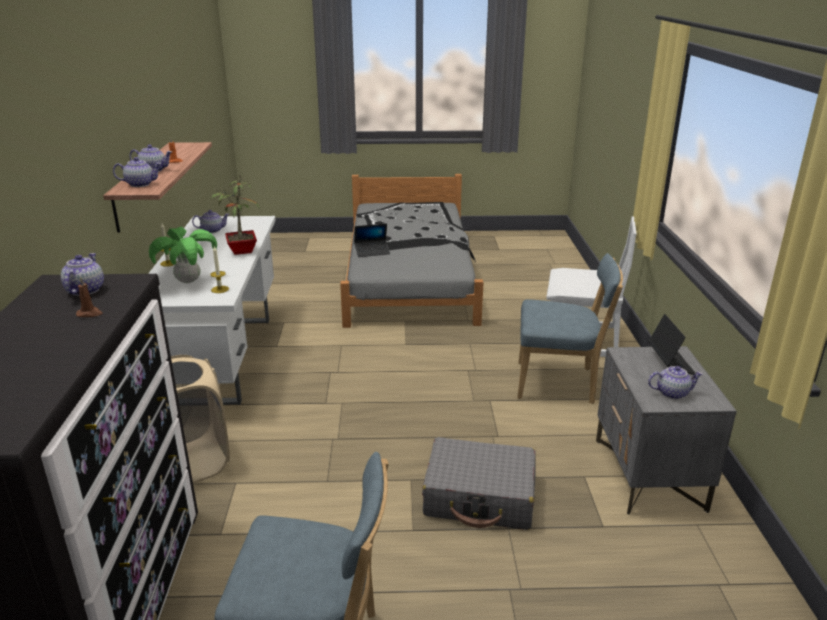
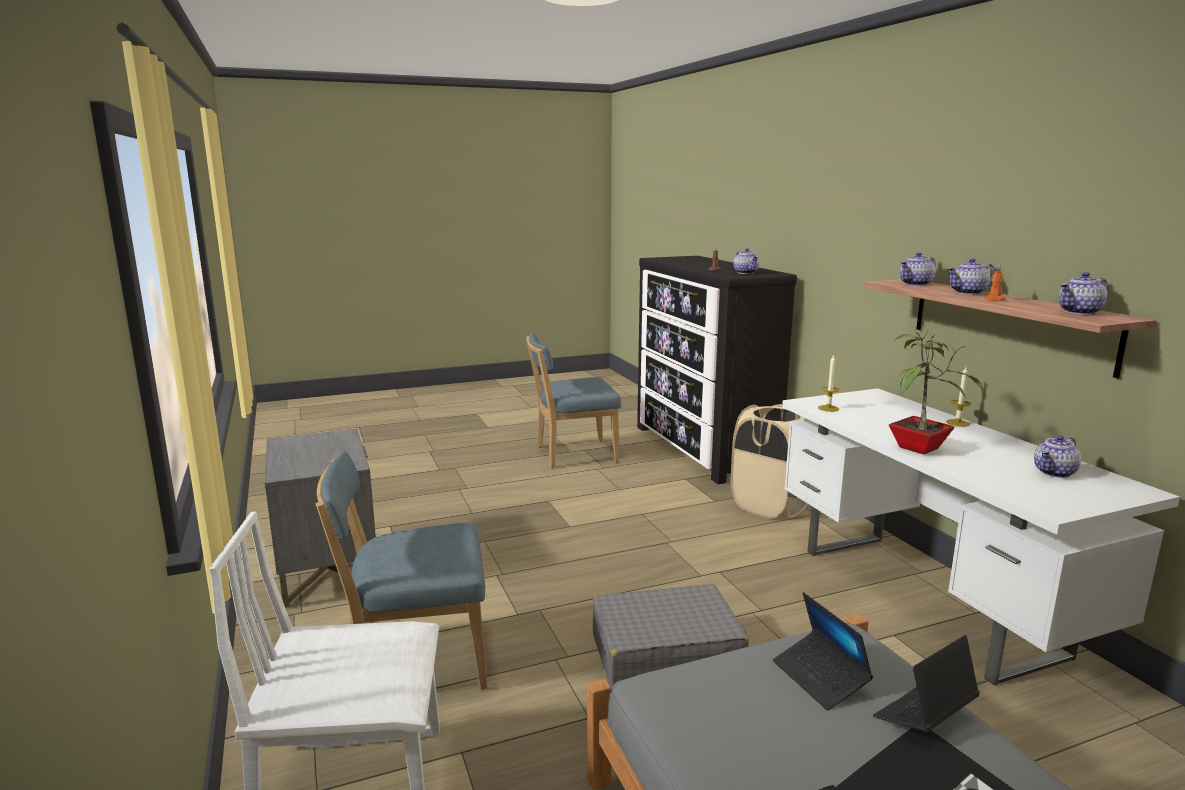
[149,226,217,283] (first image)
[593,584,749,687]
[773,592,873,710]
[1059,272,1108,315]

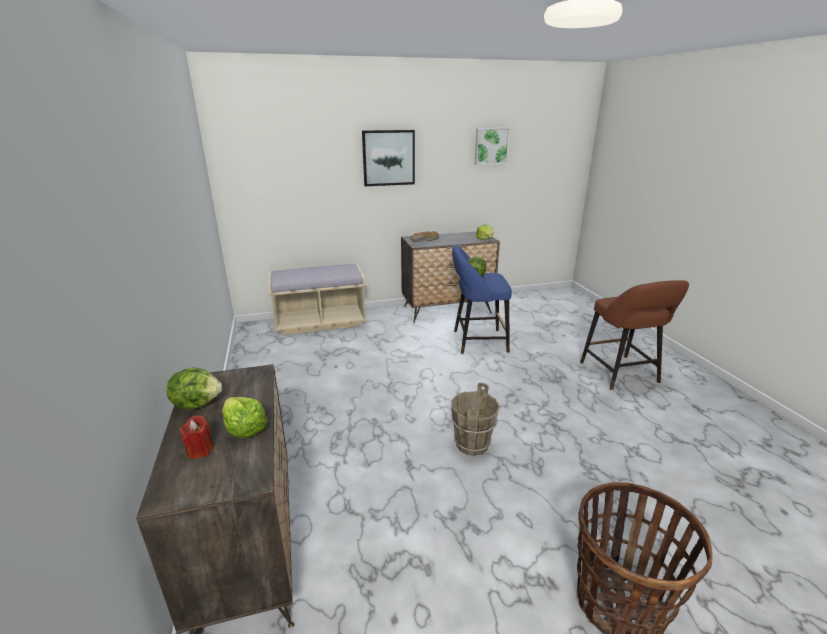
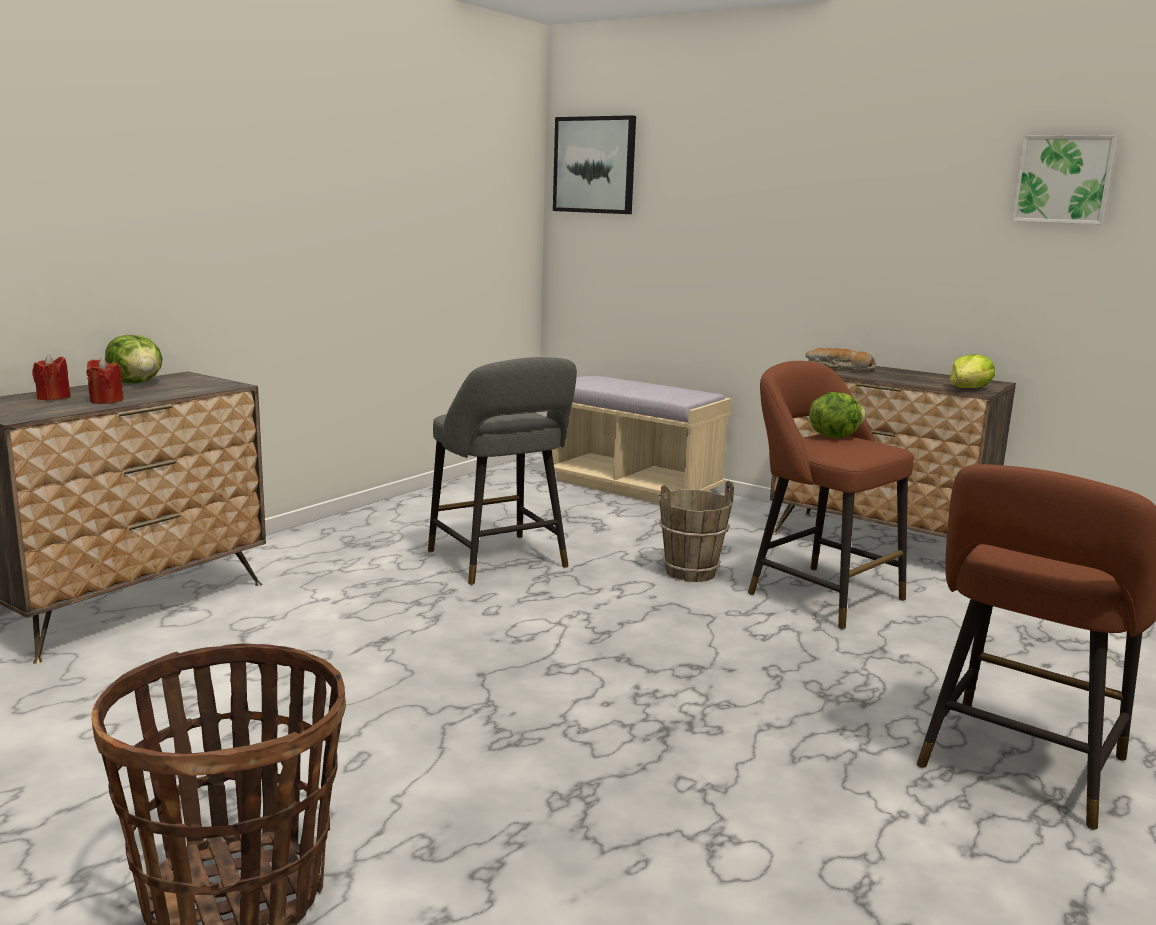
[428,357,577,585]
[553,115,636,214]
[659,481,734,582]
[86,358,124,404]
[748,361,914,630]

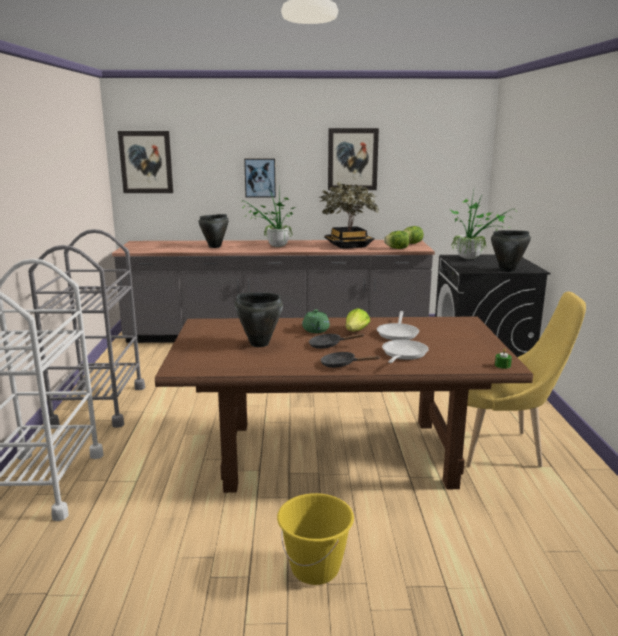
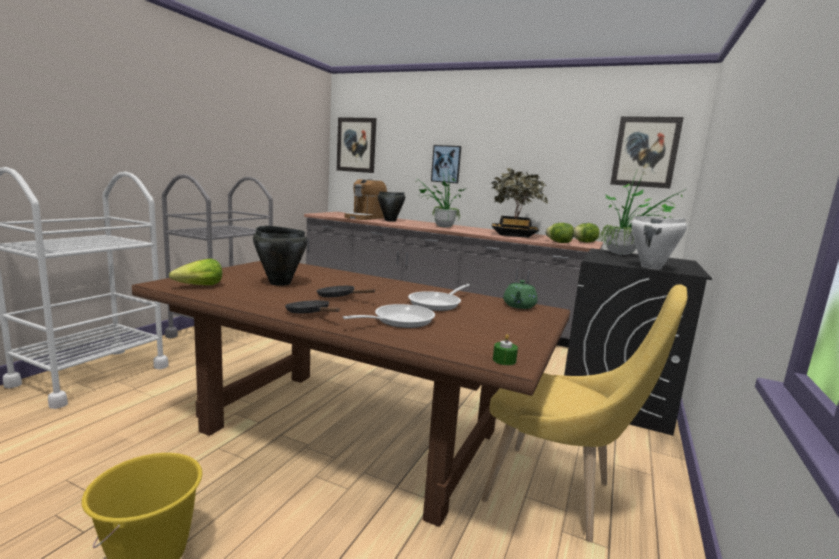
[345,179,387,220]
[503,280,538,309]
[610,116,684,188]
[169,259,222,285]
[631,215,687,269]

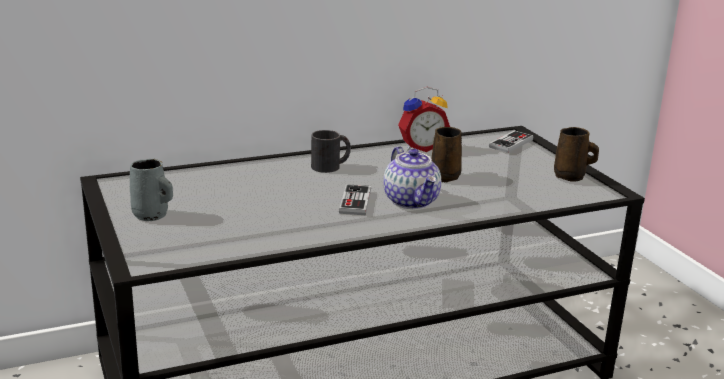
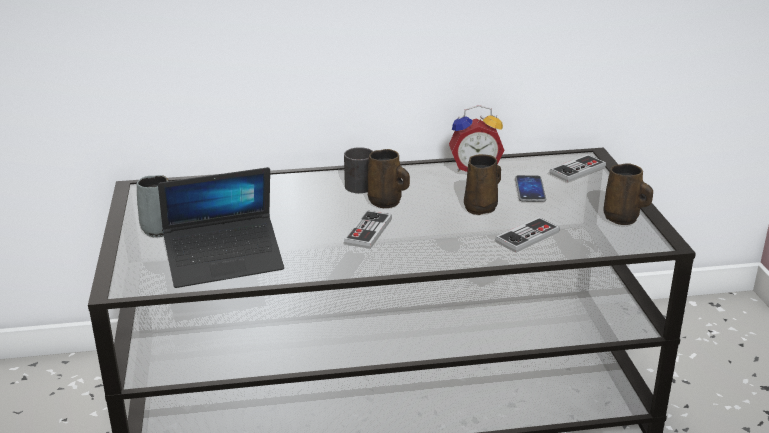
[383,146,441,209] (first image)
[158,167,284,288]
[368,149,410,208]
[495,217,560,253]
[515,175,546,202]

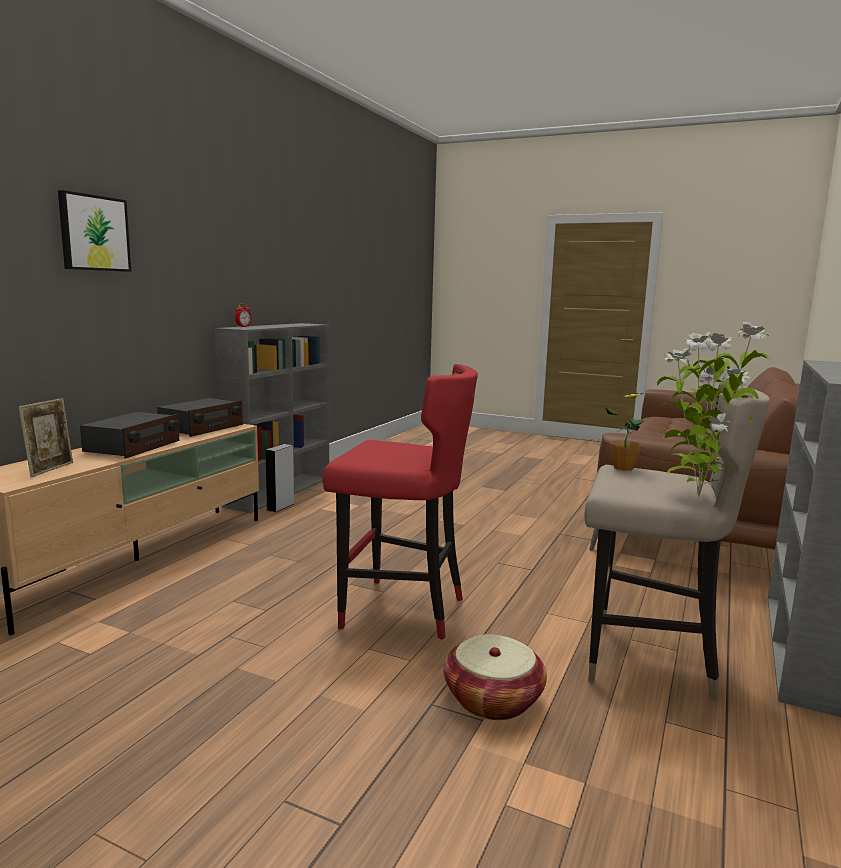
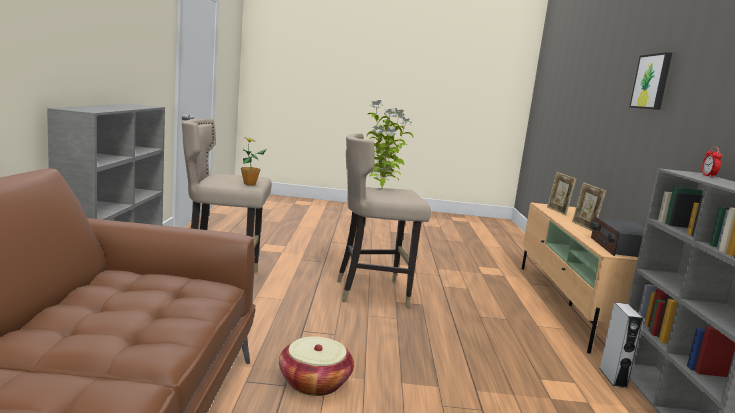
[279,337,354,396]
[367,100,414,189]
[572,182,606,231]
[337,133,431,307]

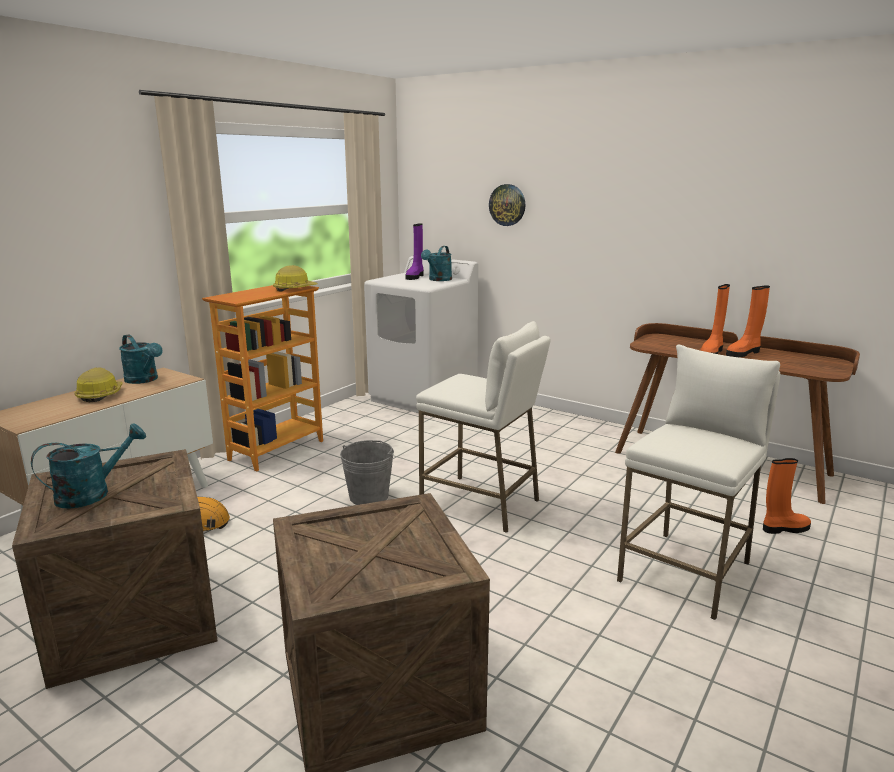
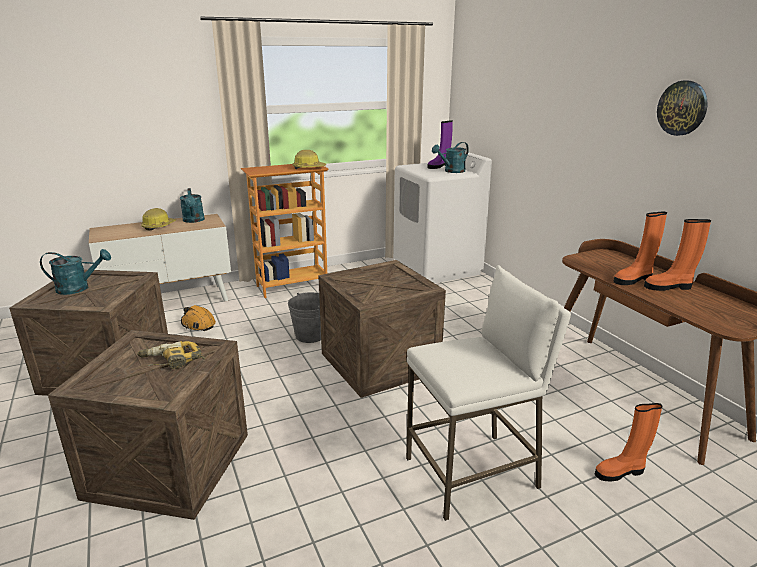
[137,341,205,369]
[657,80,708,136]
[318,260,446,398]
[595,403,662,481]

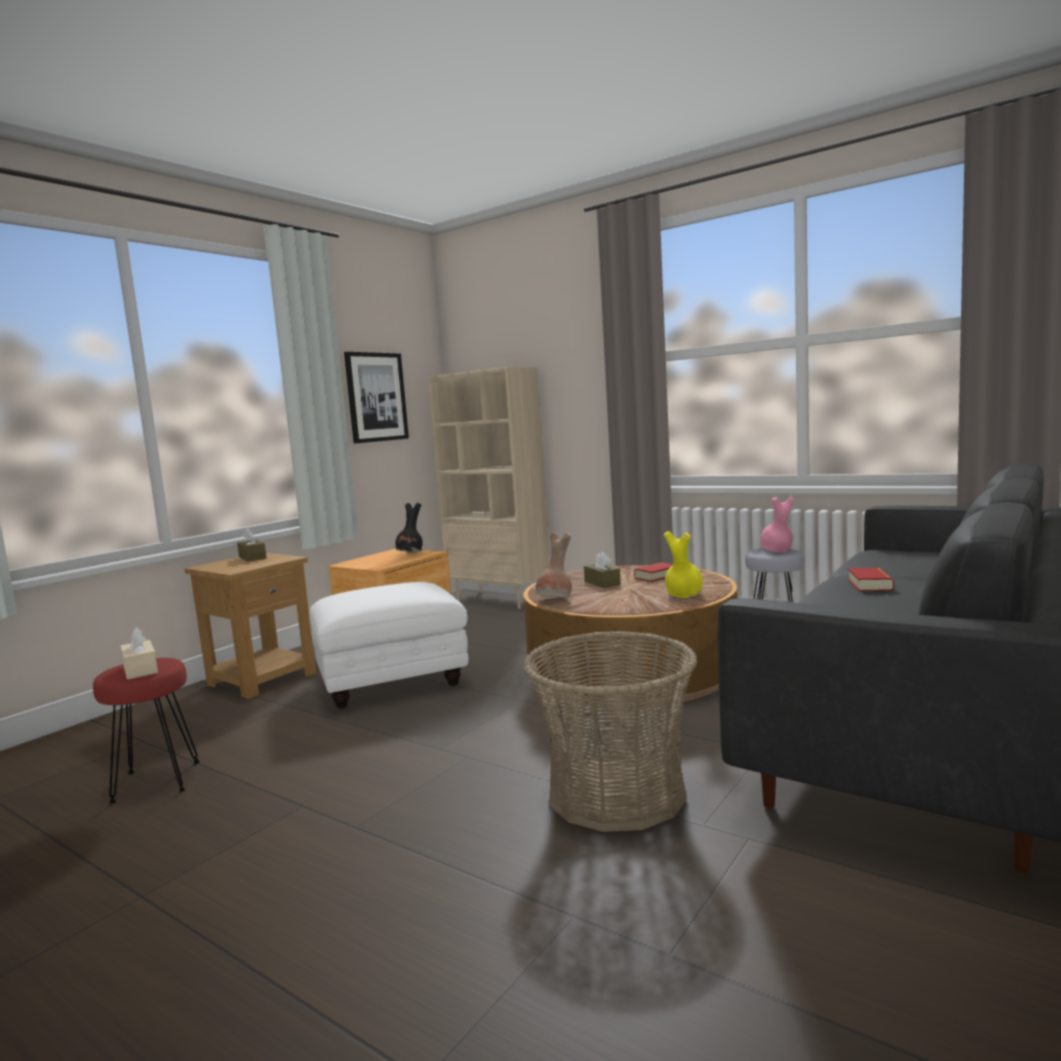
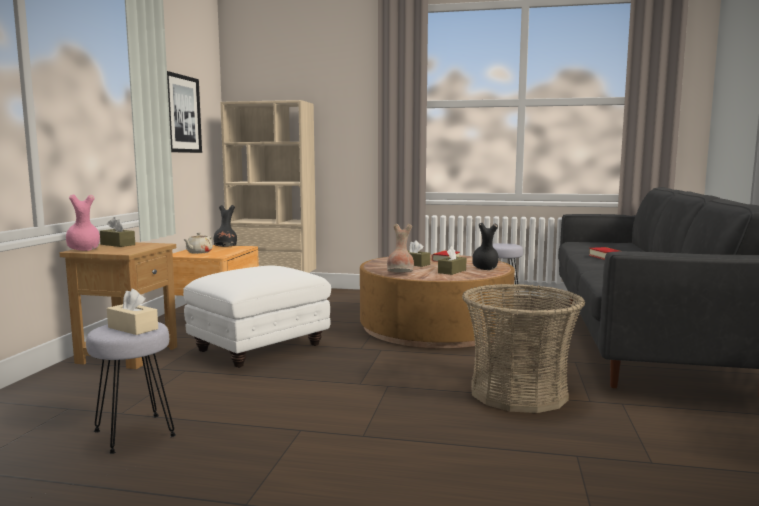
[183,232,213,254]
[438,246,466,275]
[66,194,100,251]
[86,322,176,454]
[472,223,499,270]

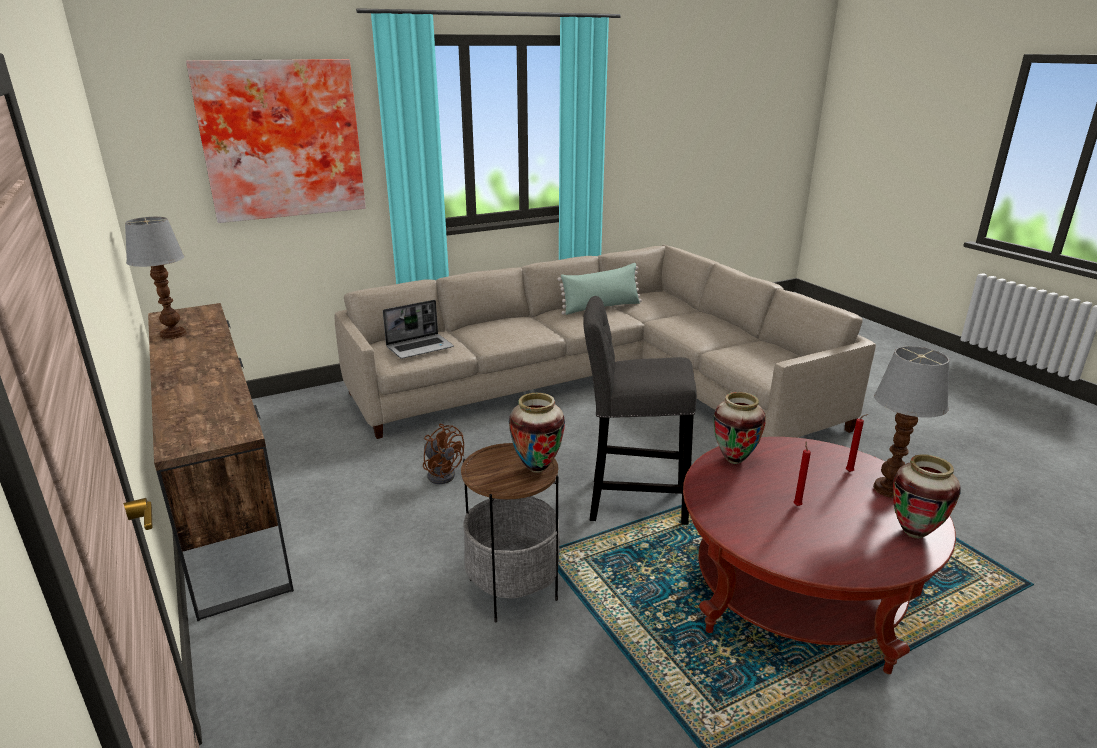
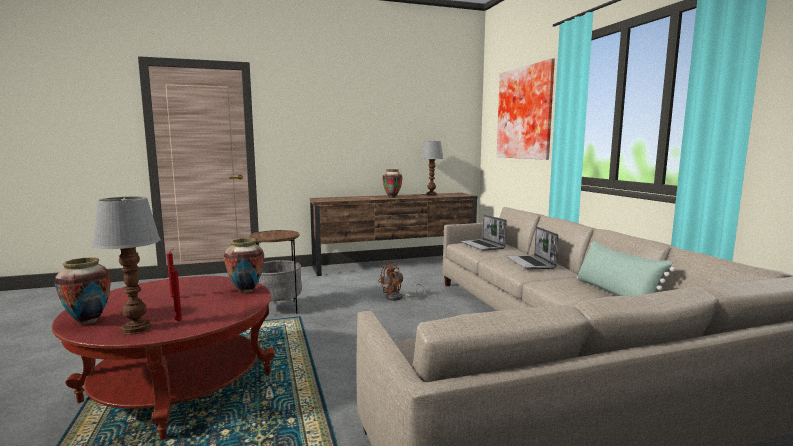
[583,296,697,525] (first image)
[506,226,559,270]
[382,169,402,198]

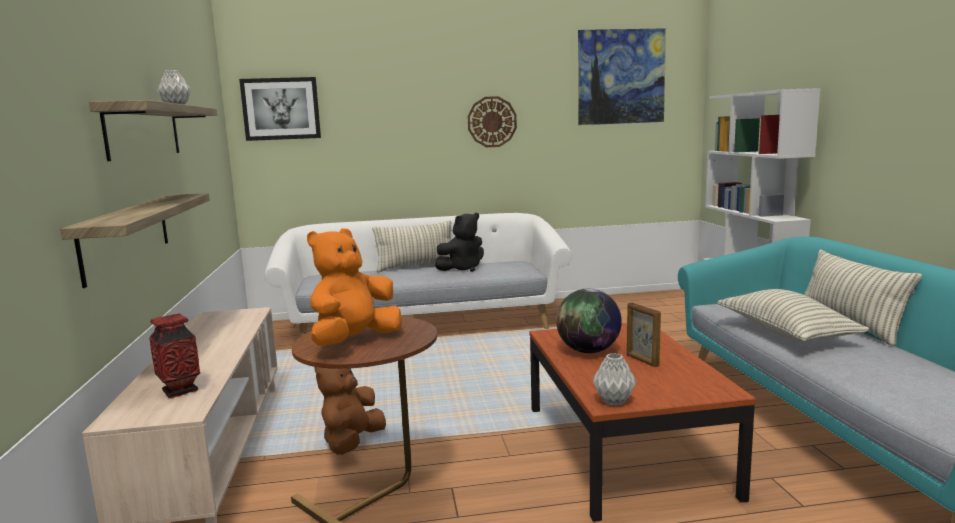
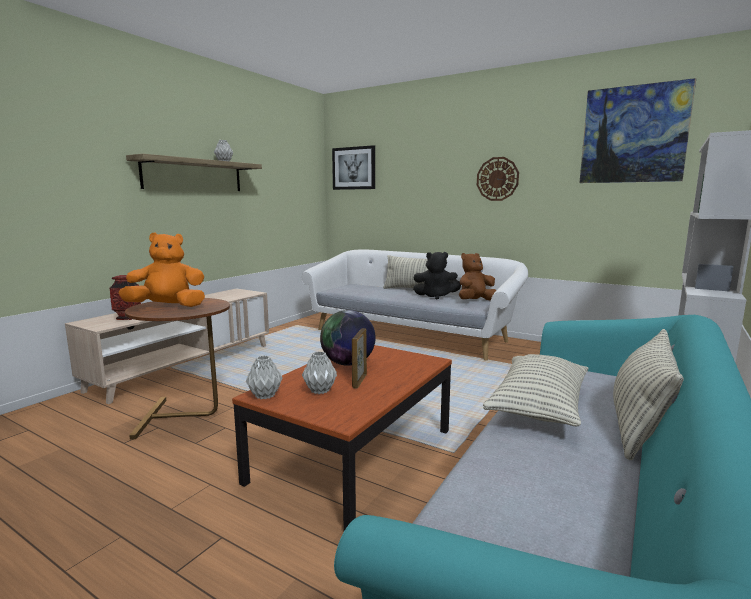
[60,193,210,288] (first image)
[302,351,337,394]
[459,253,496,300]

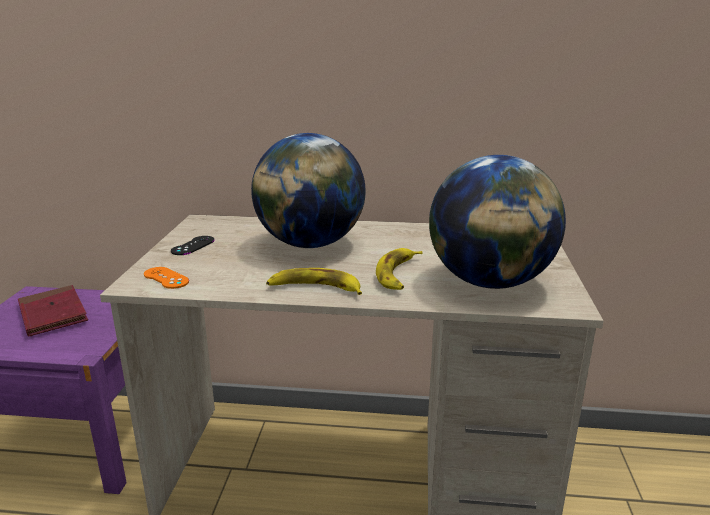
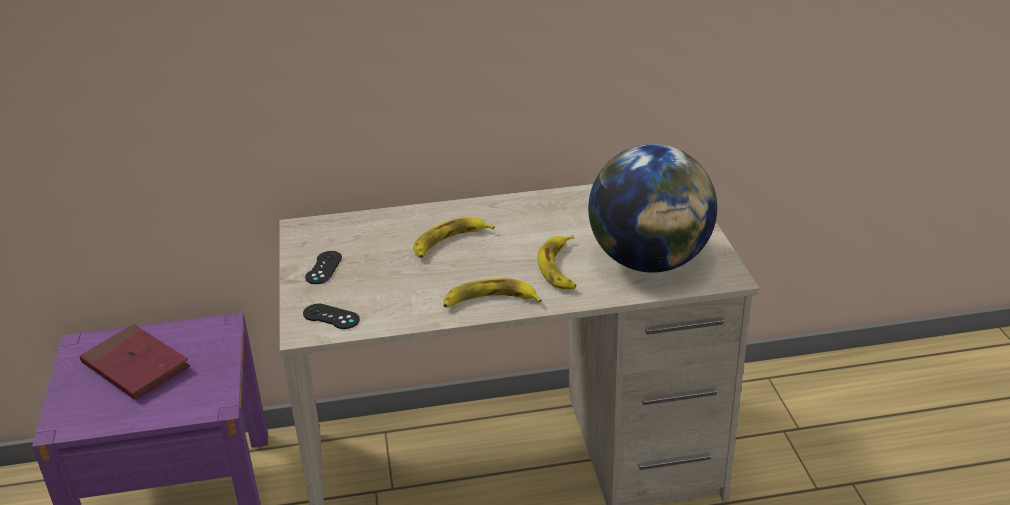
[413,217,495,258]
[303,304,360,329]

